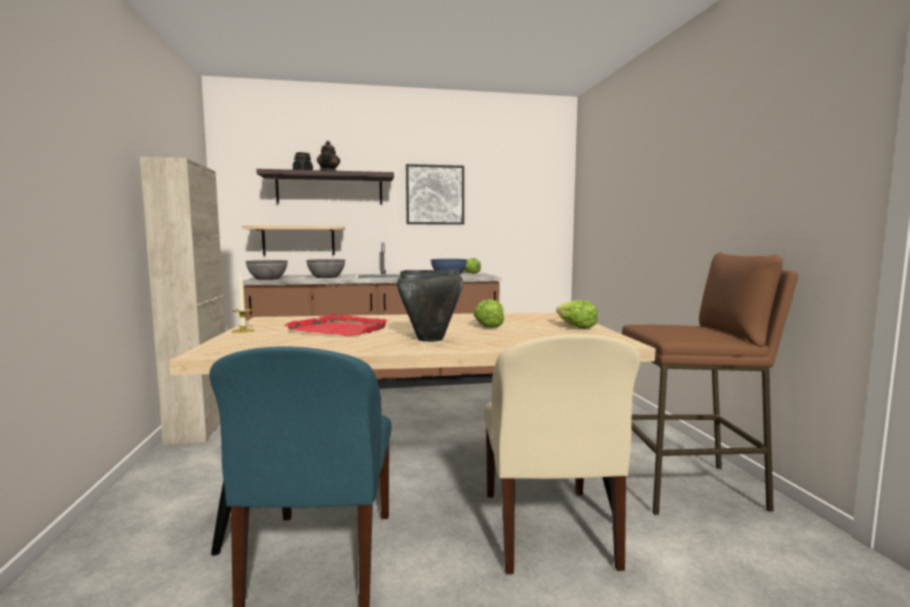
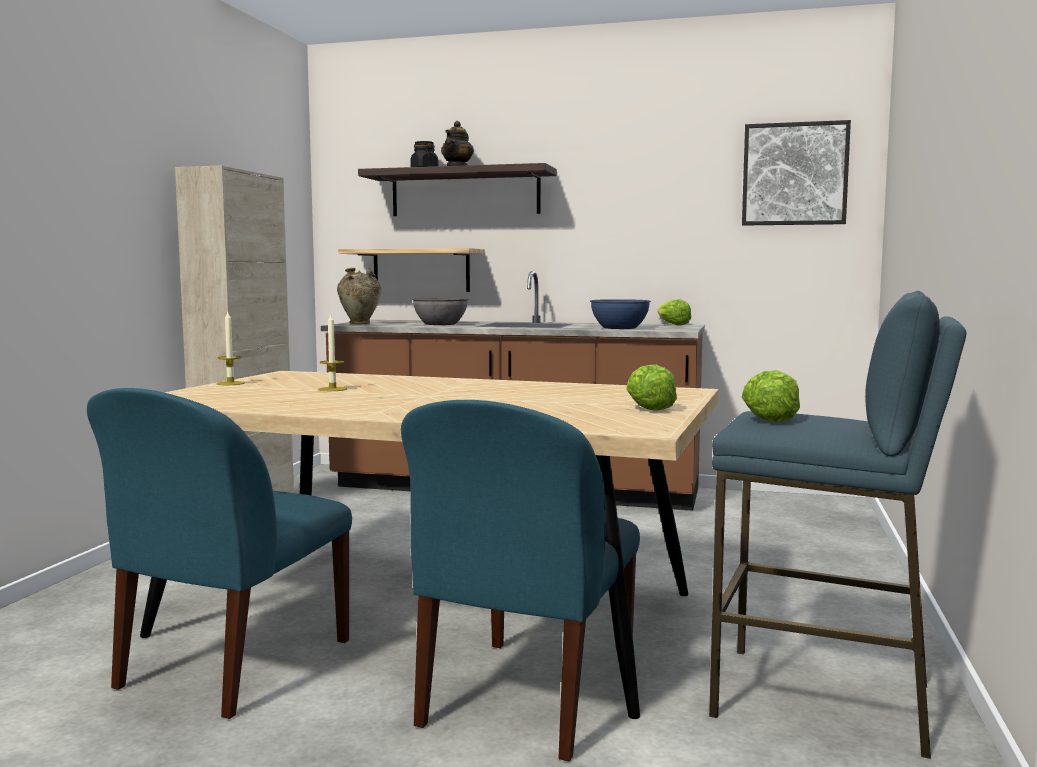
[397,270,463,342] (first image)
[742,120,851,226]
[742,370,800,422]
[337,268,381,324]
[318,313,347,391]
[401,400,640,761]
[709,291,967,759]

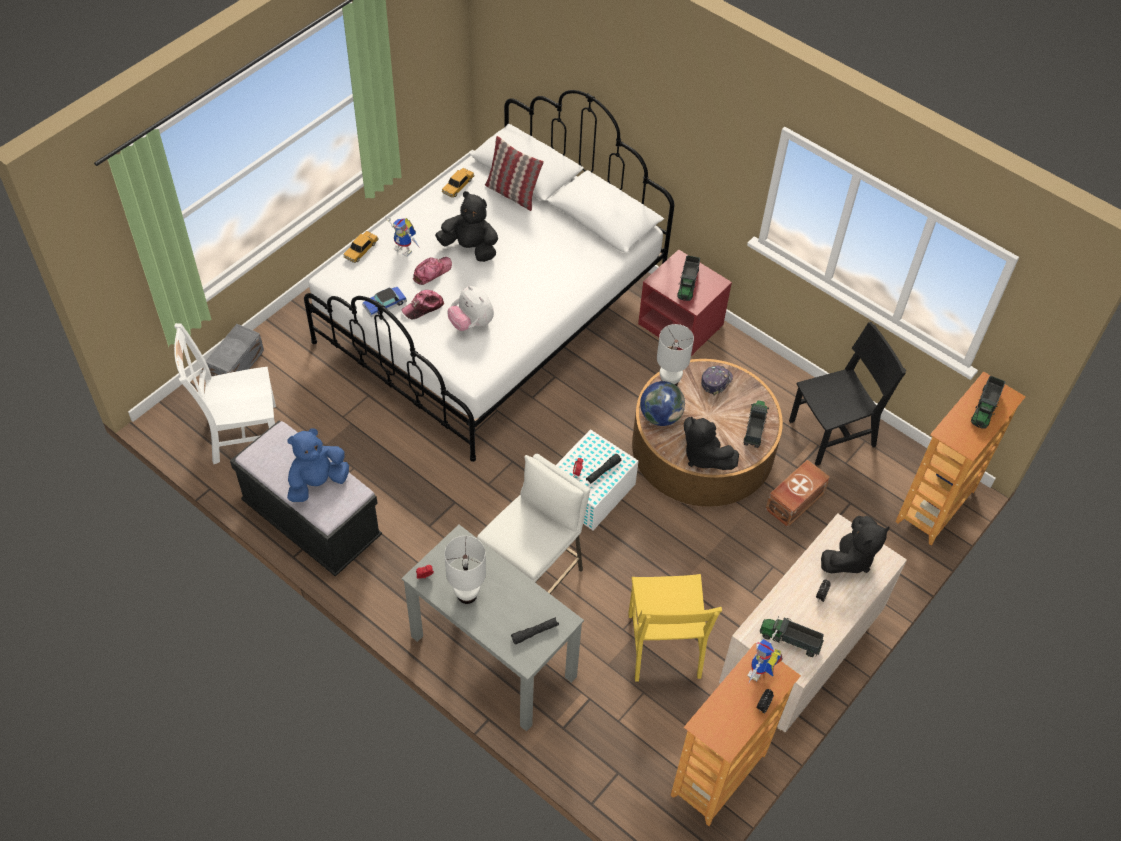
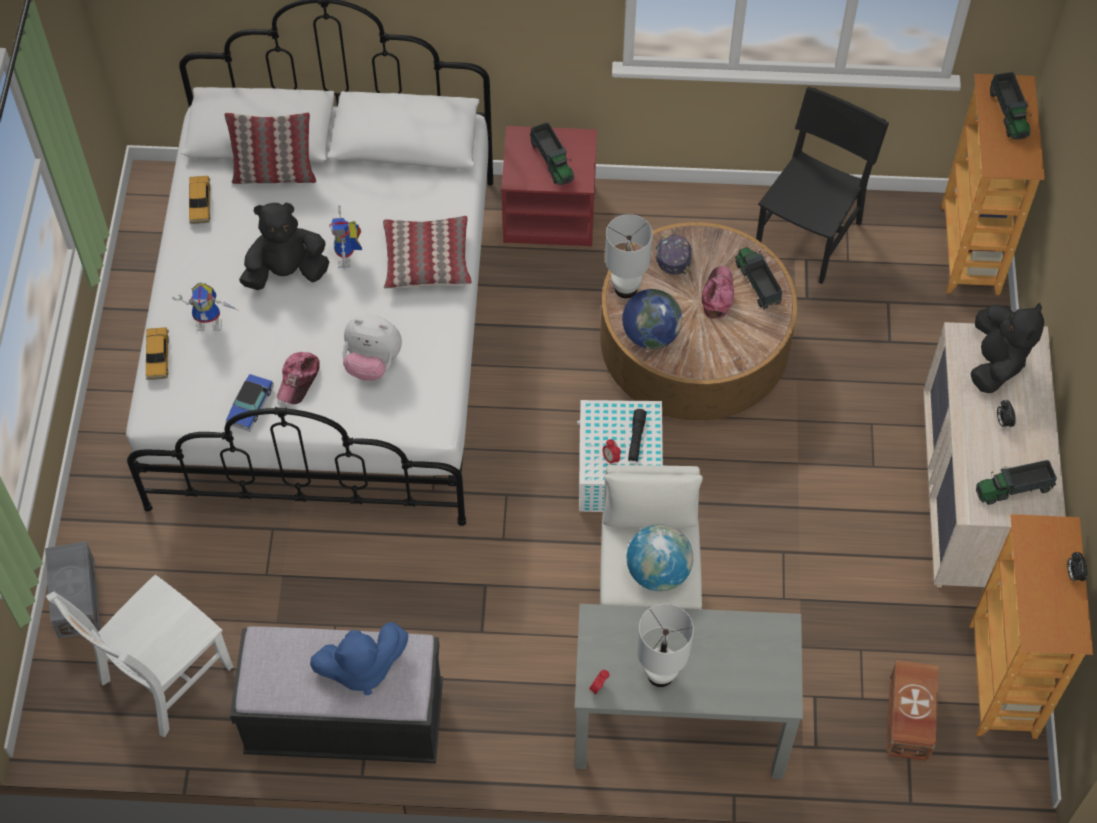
[511,617,559,645] (first image)
[628,574,722,682] (first image)
[684,417,739,470] (first image)
[383,216,472,289]
[627,524,693,591]
[702,266,734,319]
[329,205,362,270]
[886,660,939,761]
[310,622,408,695]

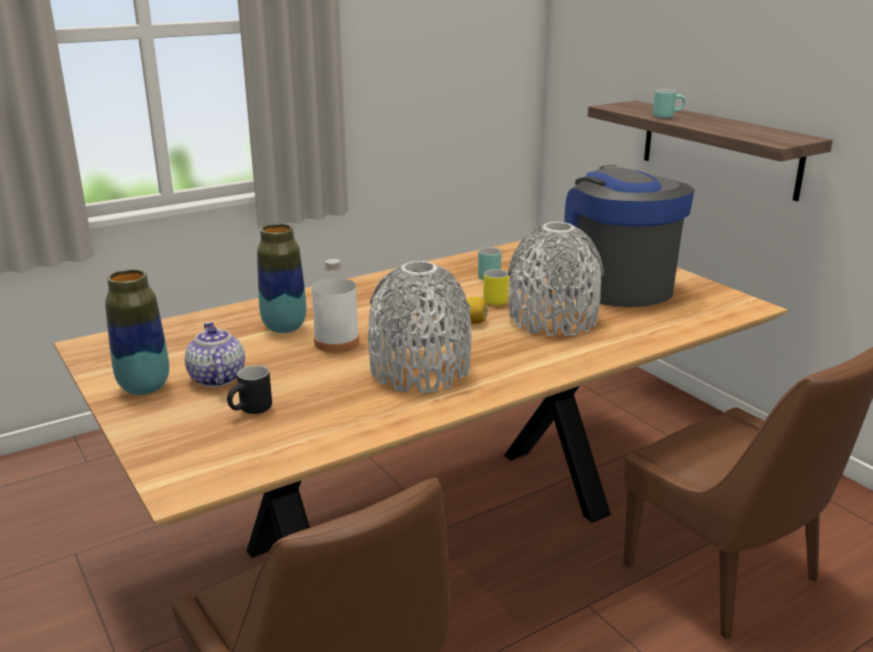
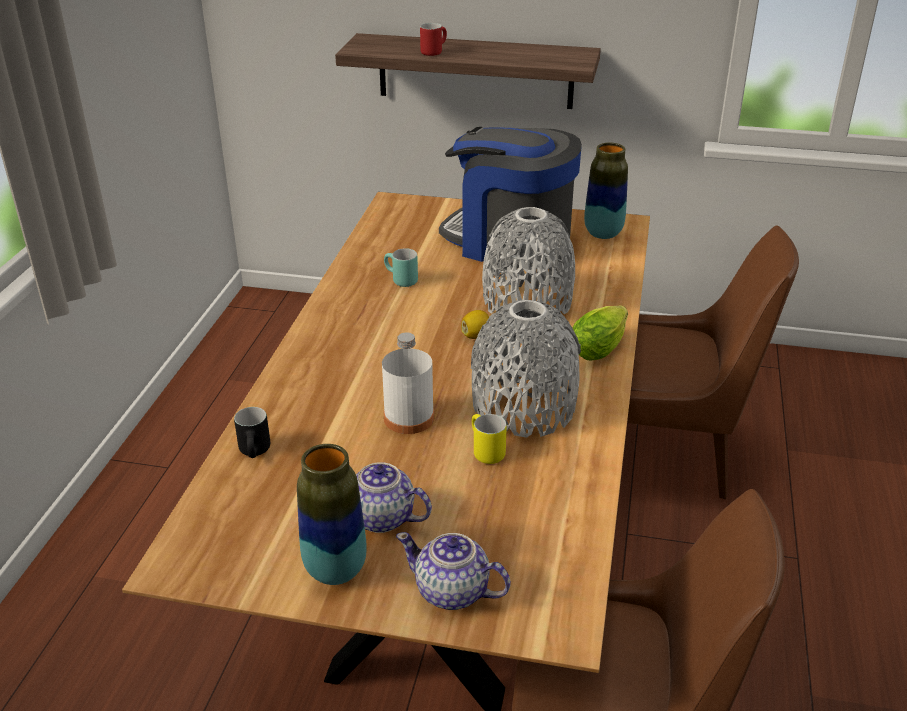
[396,532,511,610]
[573,306,628,361]
[234,407,270,458]
[584,143,628,239]
[472,414,507,464]
[420,23,447,56]

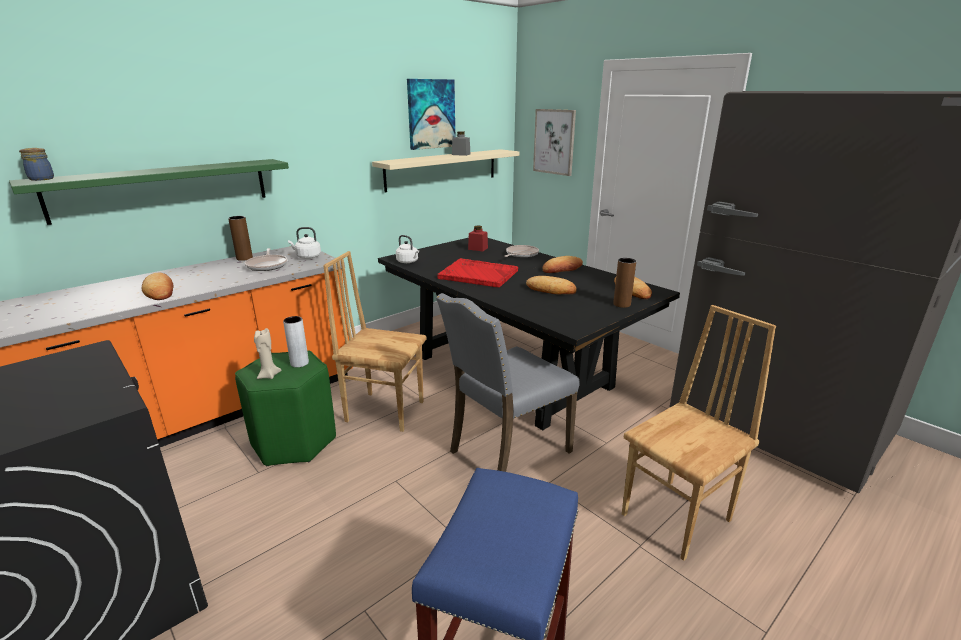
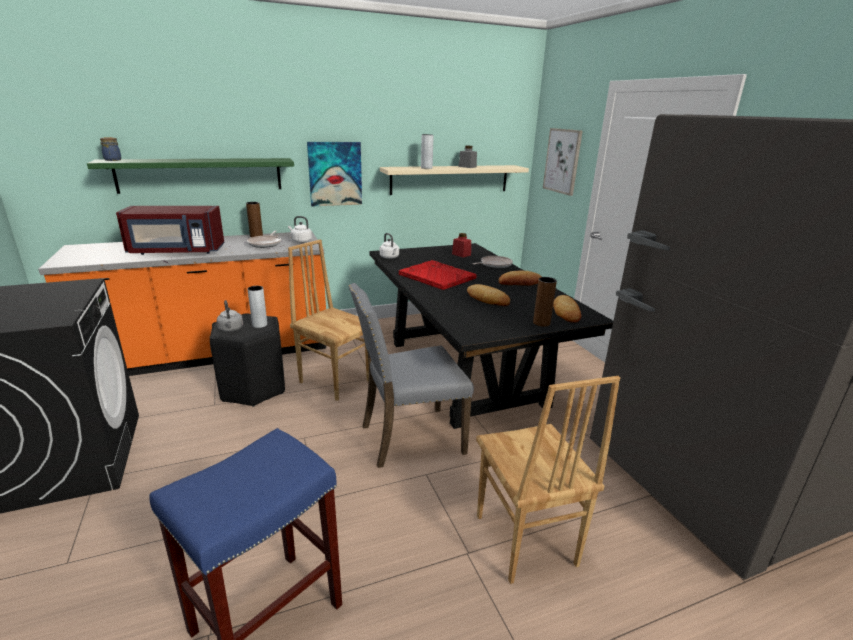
[421,134,434,169]
[307,142,362,206]
[116,206,224,255]
[217,300,243,332]
[210,313,285,407]
[476,376,620,584]

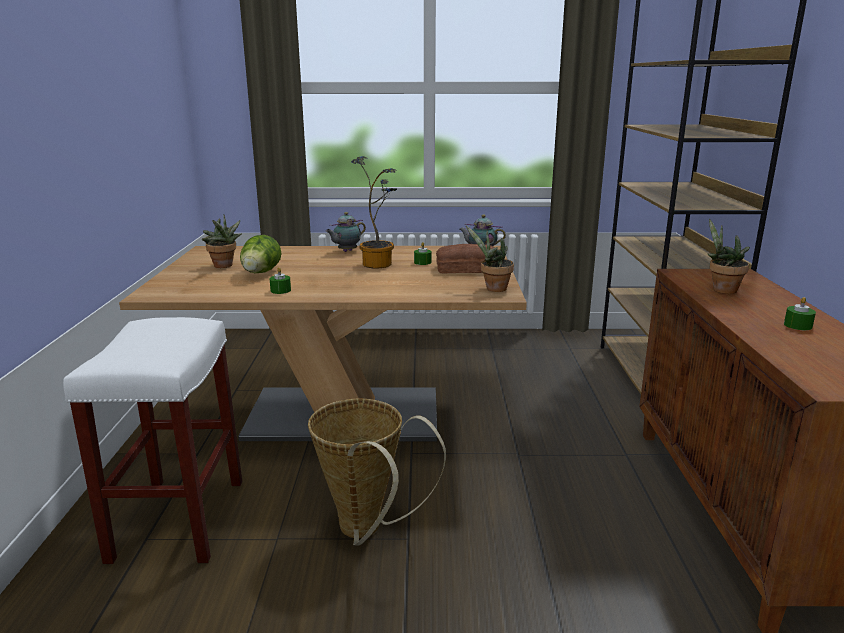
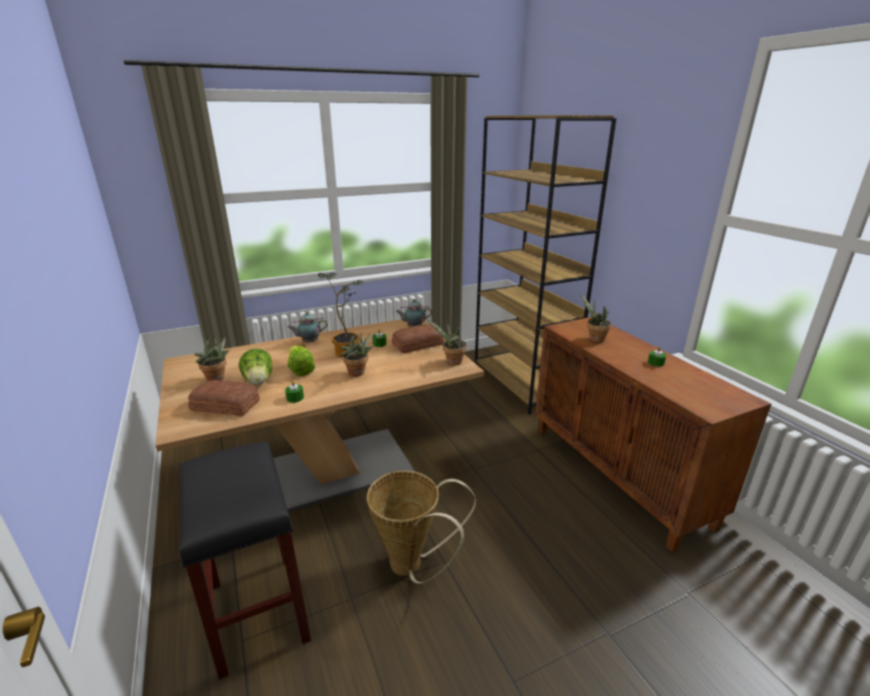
[188,380,260,416]
[288,345,315,376]
[341,333,373,377]
[179,442,311,680]
[288,312,327,343]

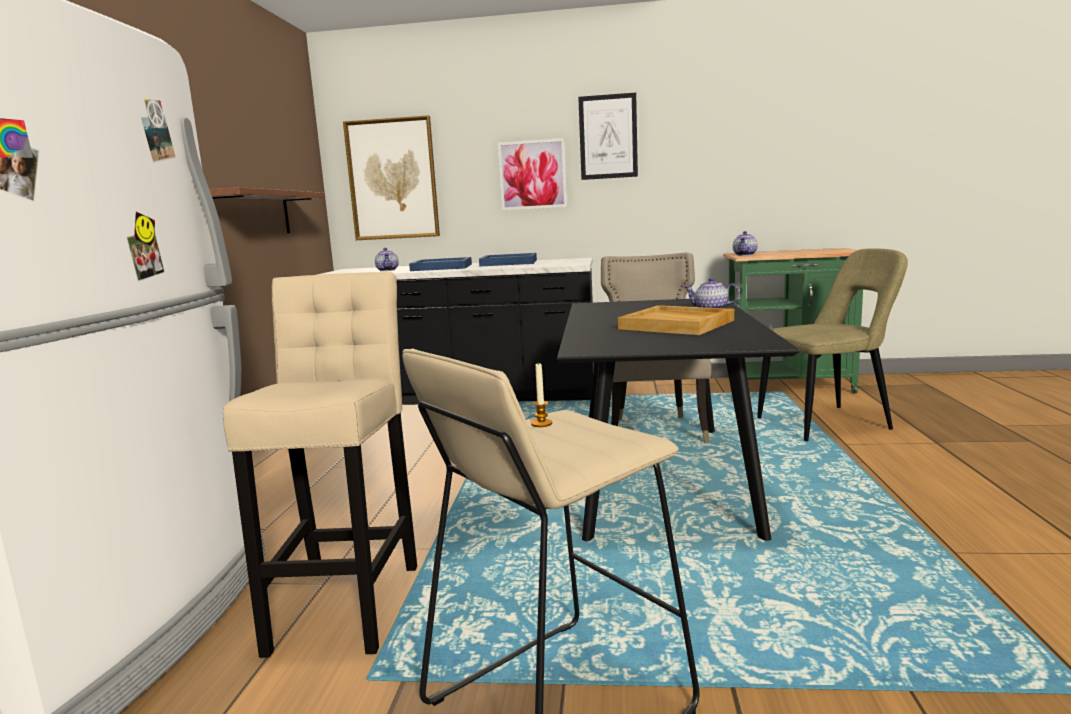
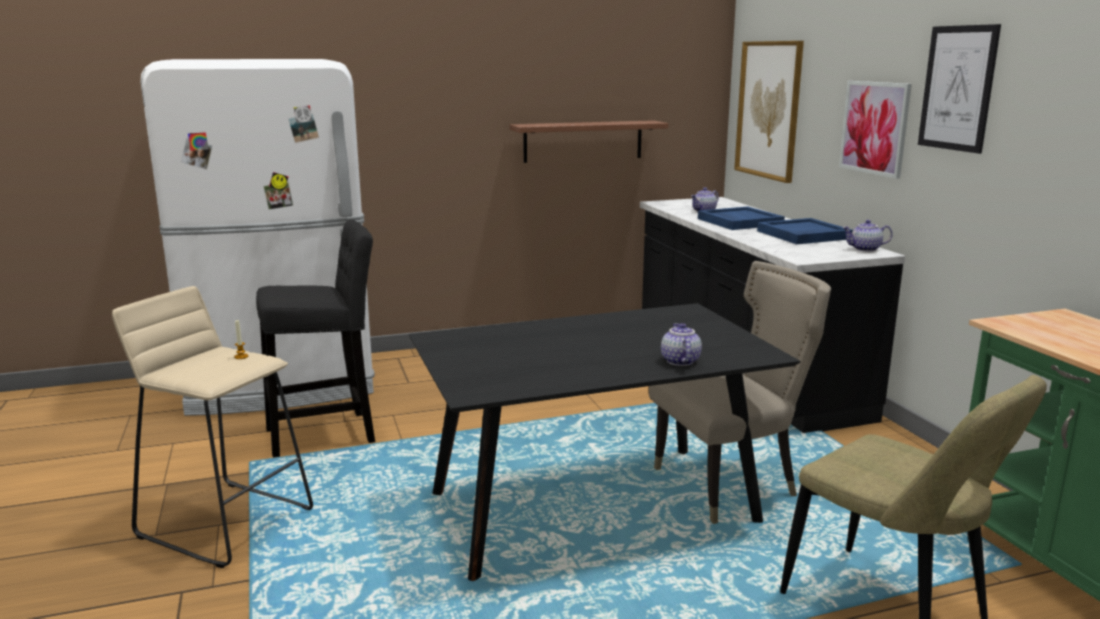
[618,305,734,335] (first image)
[843,220,893,252]
[256,219,375,458]

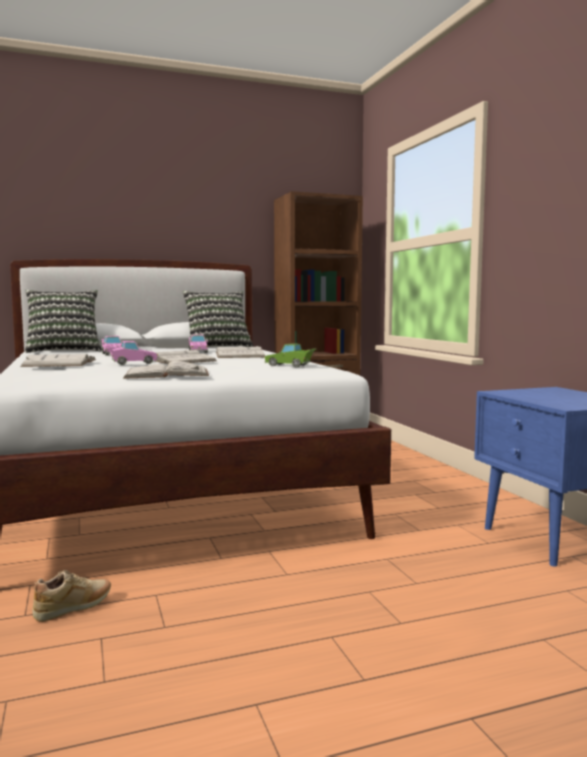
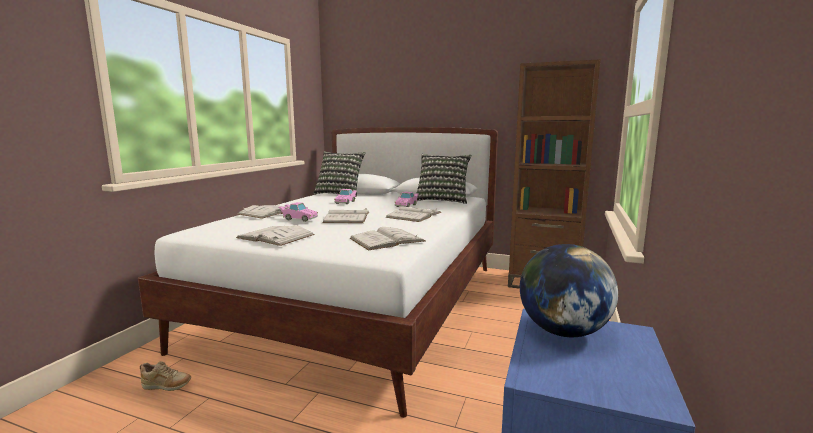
[520,244,618,337]
[350,227,425,250]

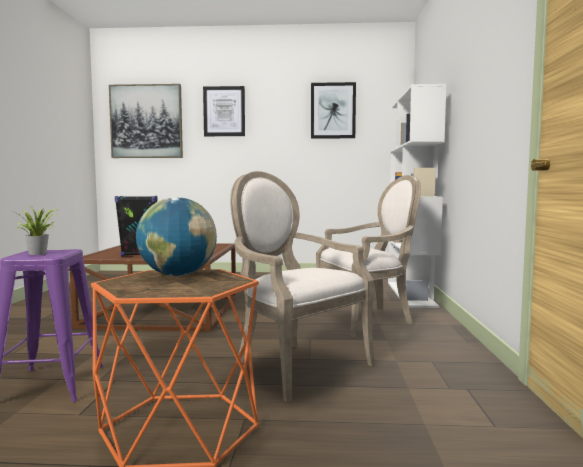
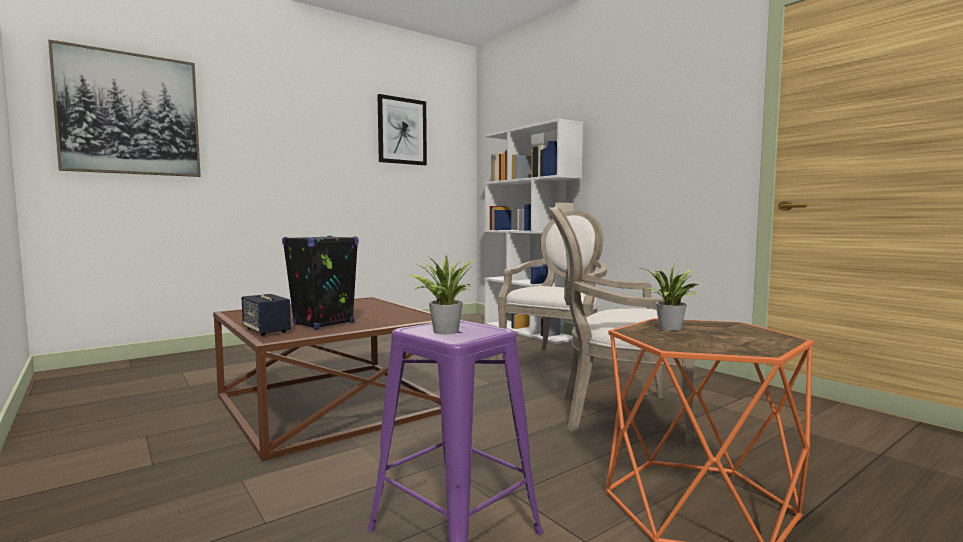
[203,86,245,136] (first image)
[241,294,291,336]
[640,263,699,331]

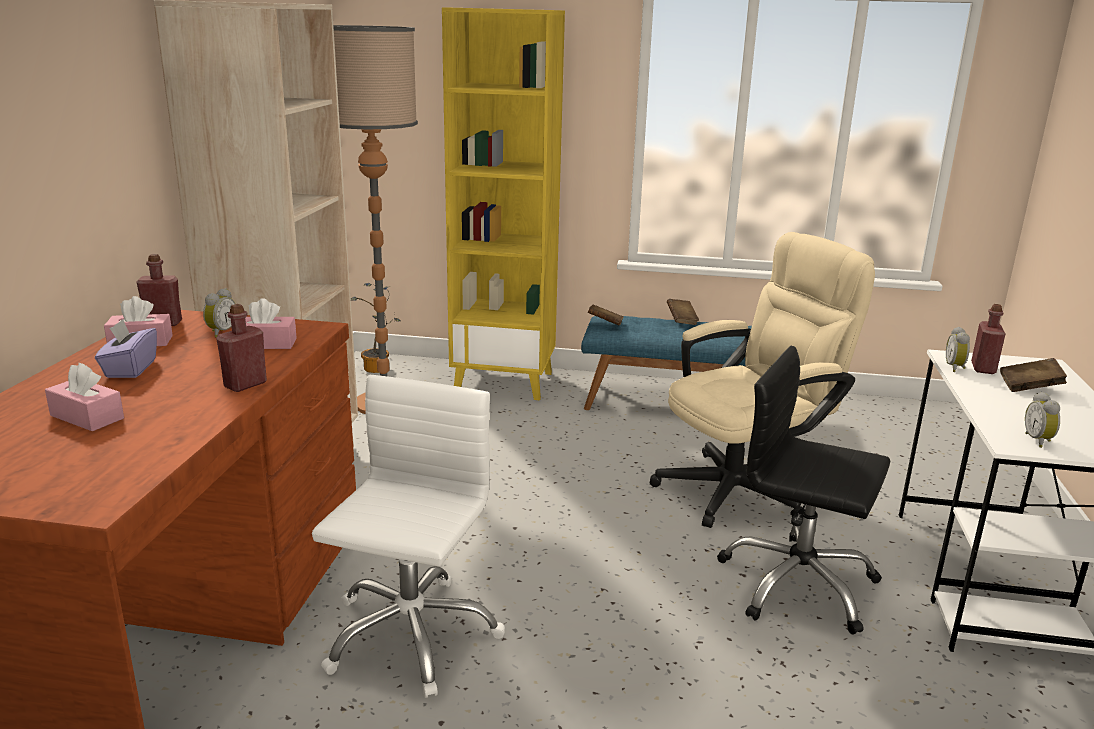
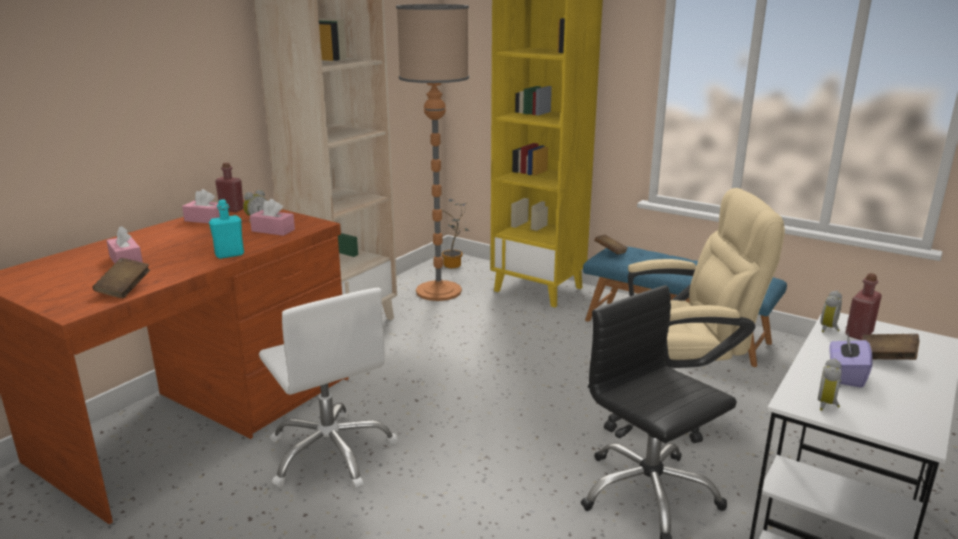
[830,334,873,388]
[93,258,150,298]
[209,199,244,259]
[259,288,398,489]

